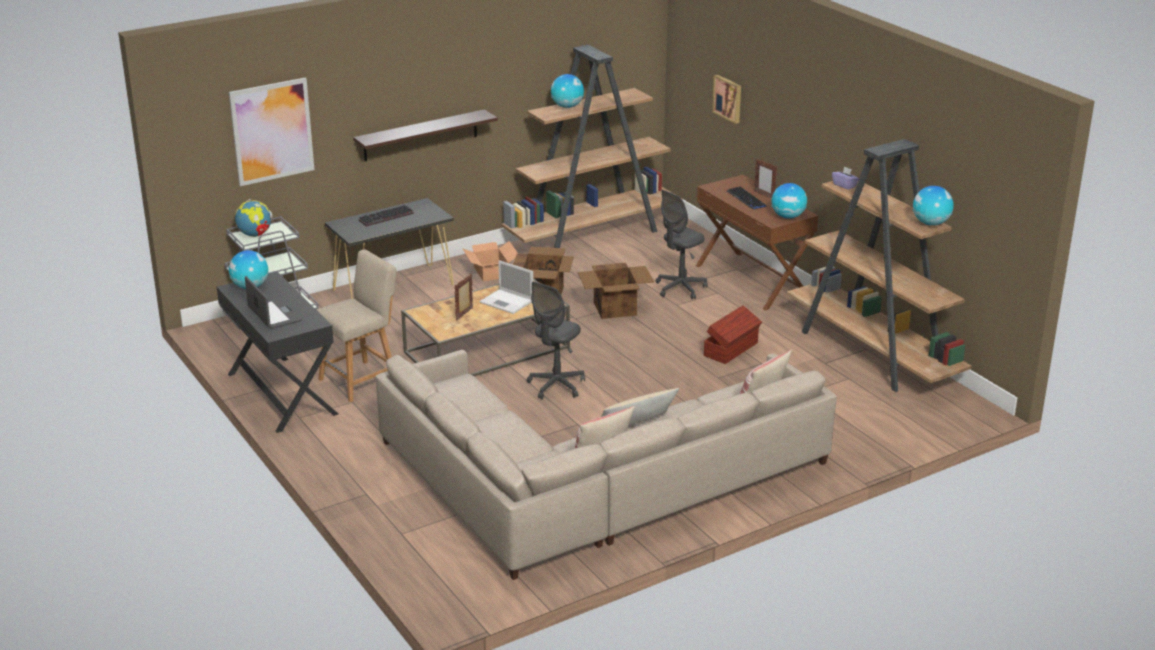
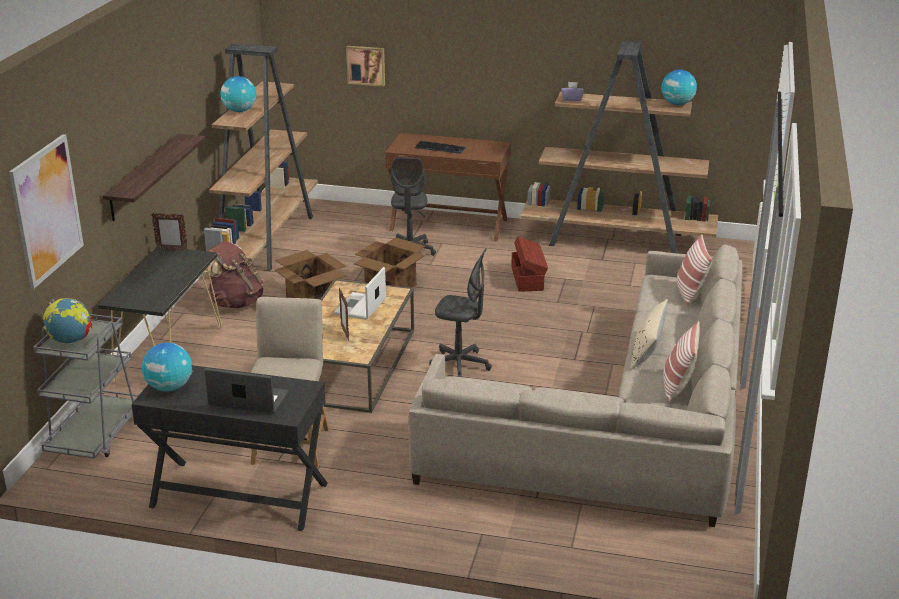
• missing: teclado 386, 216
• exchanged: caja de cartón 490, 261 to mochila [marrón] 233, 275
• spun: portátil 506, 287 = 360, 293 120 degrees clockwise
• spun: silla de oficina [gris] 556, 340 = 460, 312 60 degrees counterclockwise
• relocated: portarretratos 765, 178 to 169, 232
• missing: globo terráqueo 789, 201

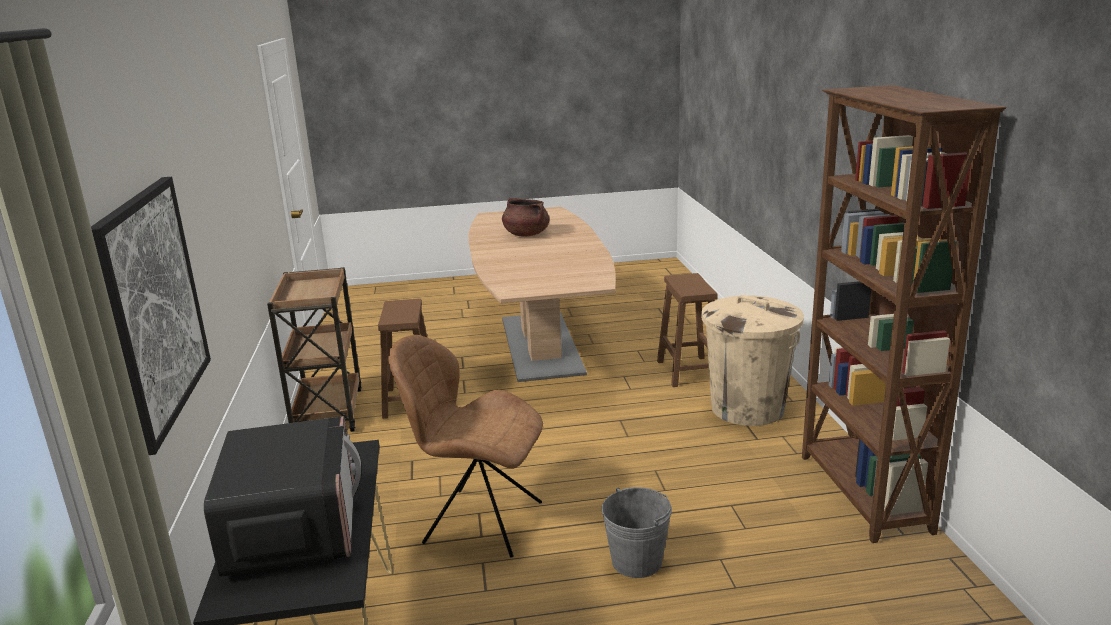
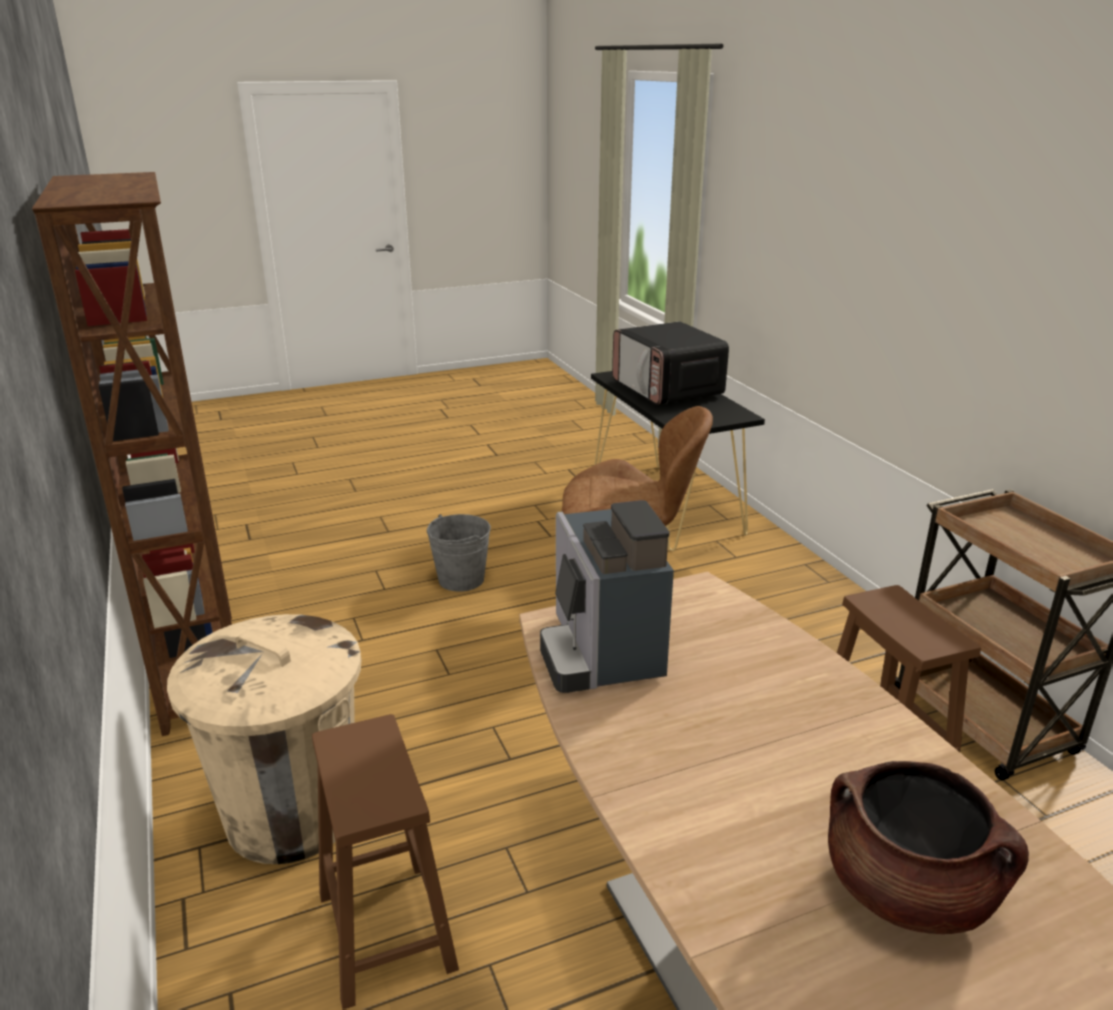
• missing: cuadro 151, 316
• appeared: cafetera 607, 596

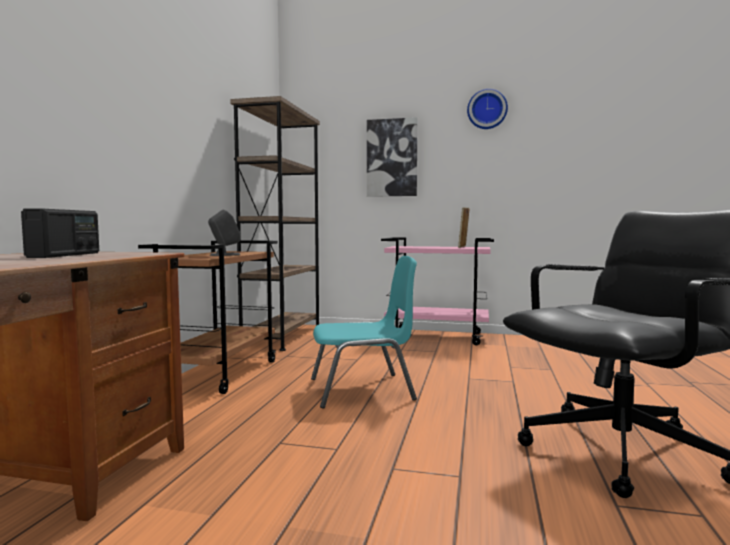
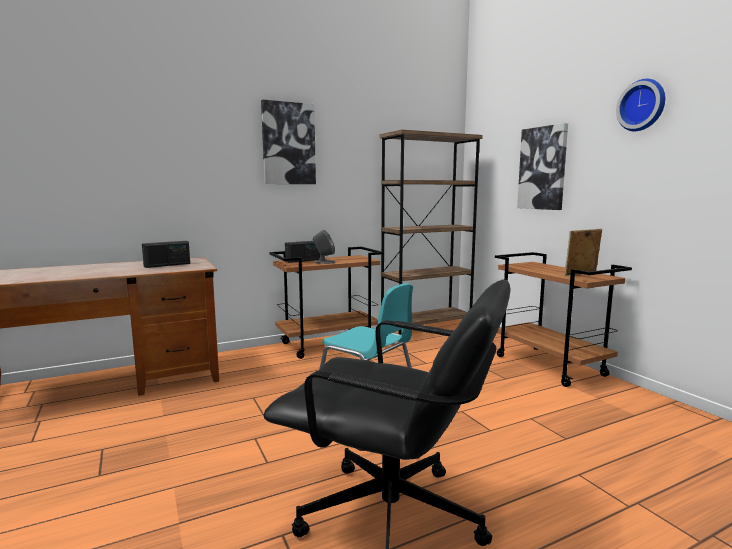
• colour: carrito [rosa] 437, 291 to carrito [marrón] 563, 319
• appeared: cuadro 288, 141
• appeared: radio 302, 252

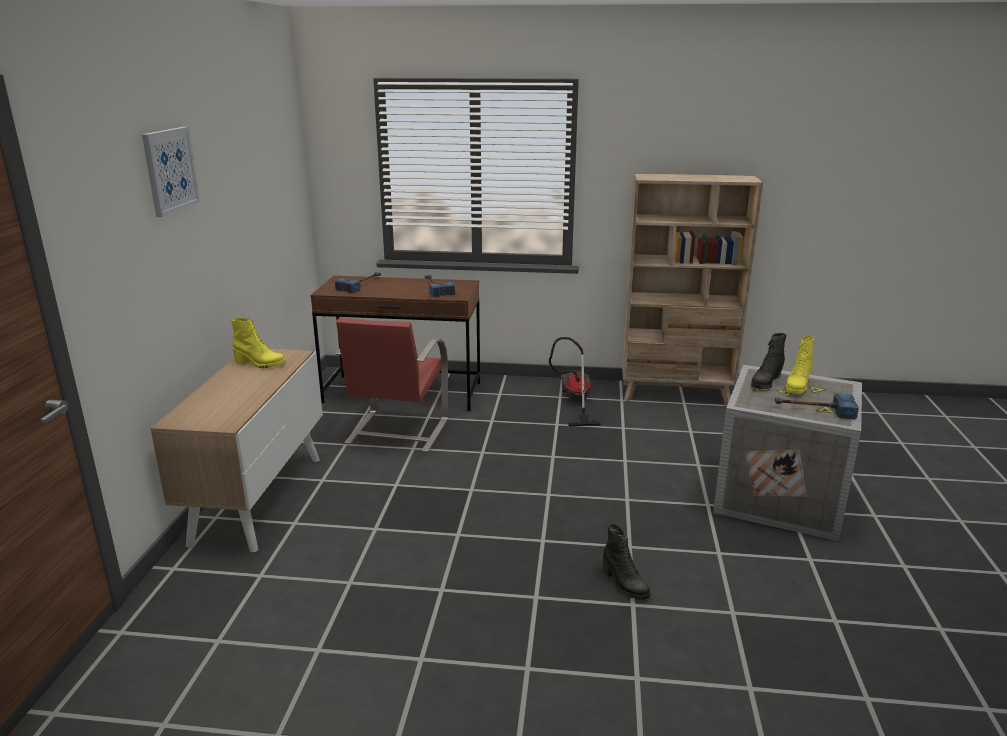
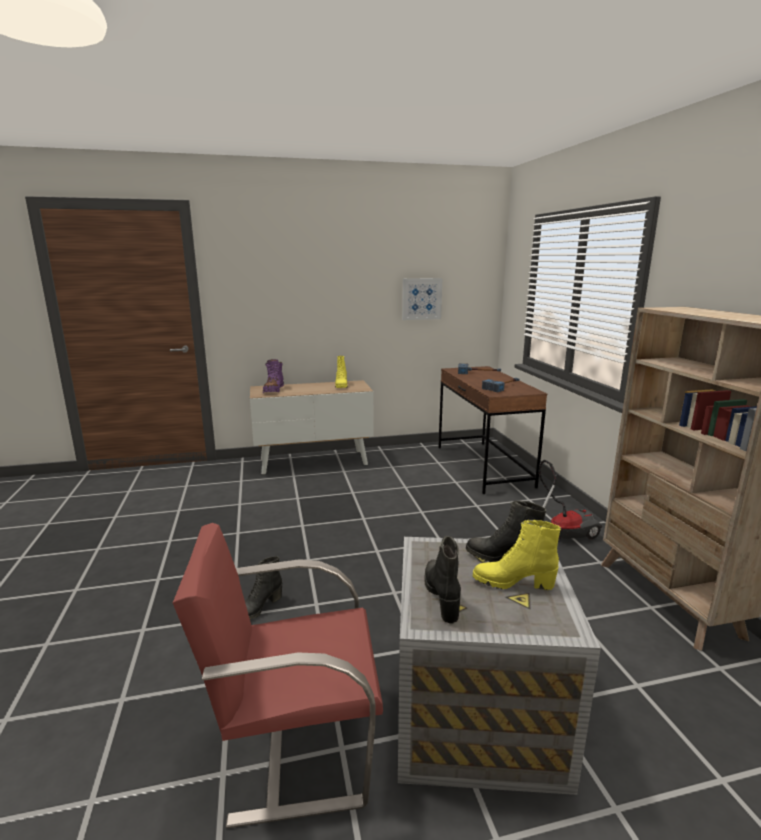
• relocated: cuadro 171, 172 to 422, 299
• relocated: silla [rojo] 391, 384 to 278, 675
• exchanged: martillo 817, 406 to bota [negro] 442, 580
• appeared: bota [morado] 273, 376

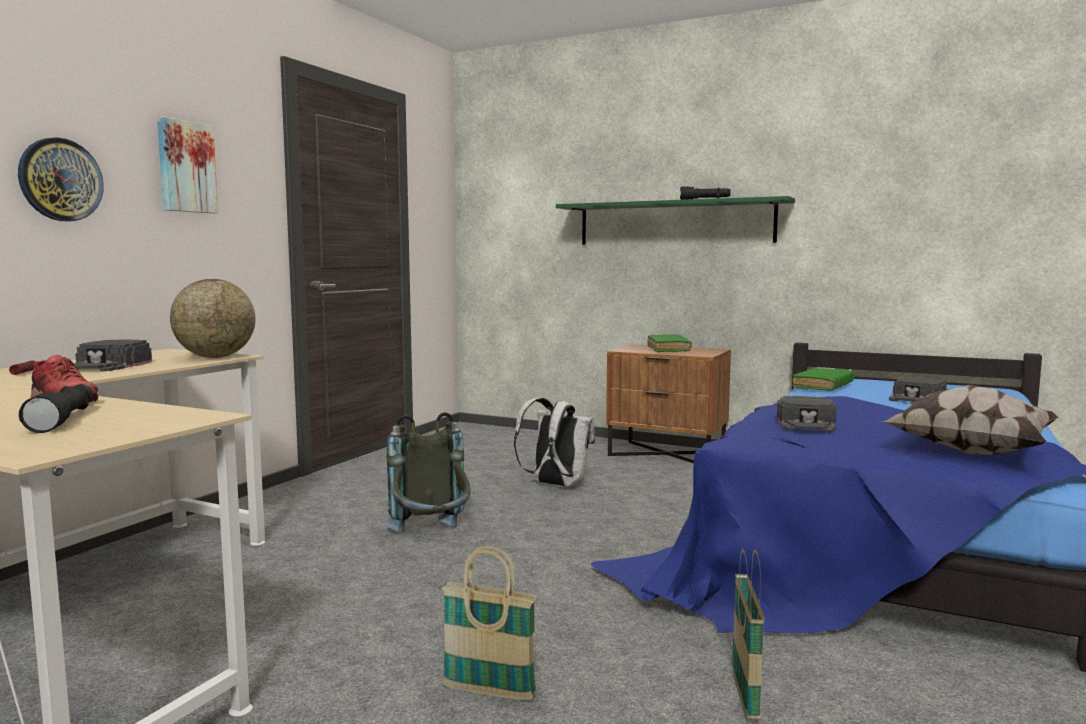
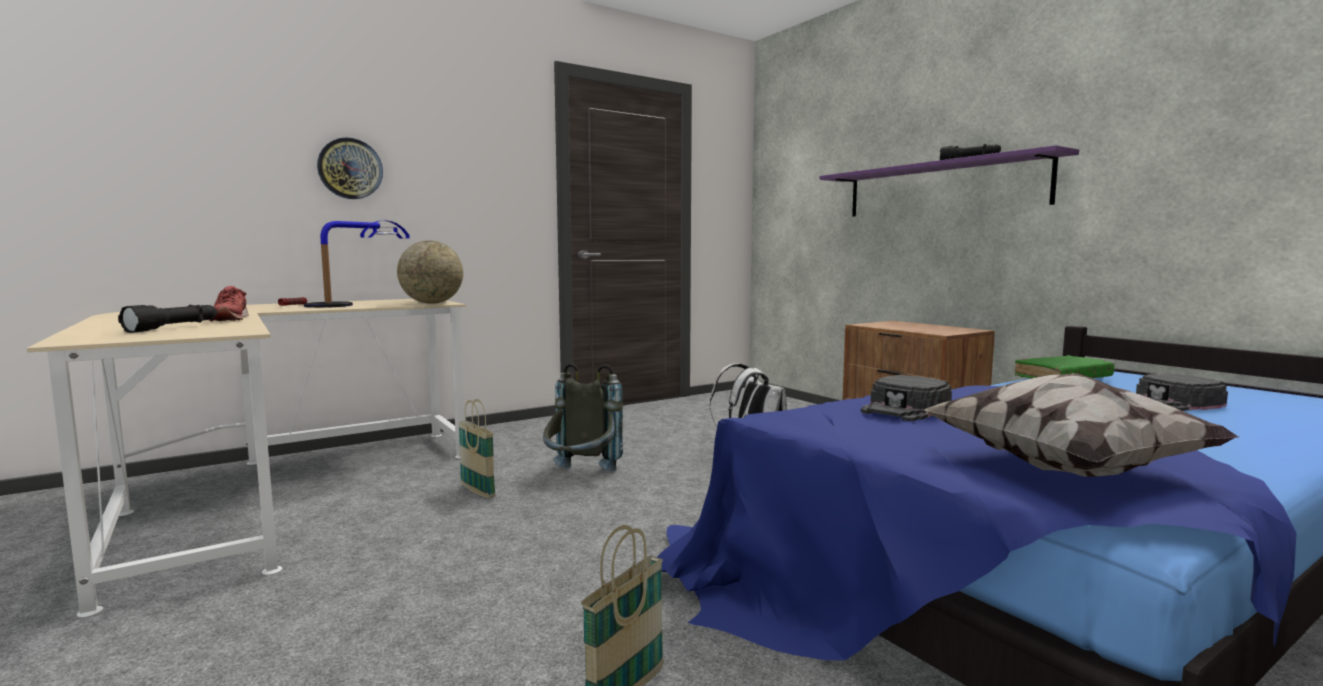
• exchanged: gorra [negro] 113, 355 to lámpara de mesa 357, 264
• missing: cuadro 187, 165
• relocated: cesta 489, 623 to 477, 449
• colour: estante [verde] 675, 220 to estante [morado] 949, 181
• missing: libro [verde] 669, 343

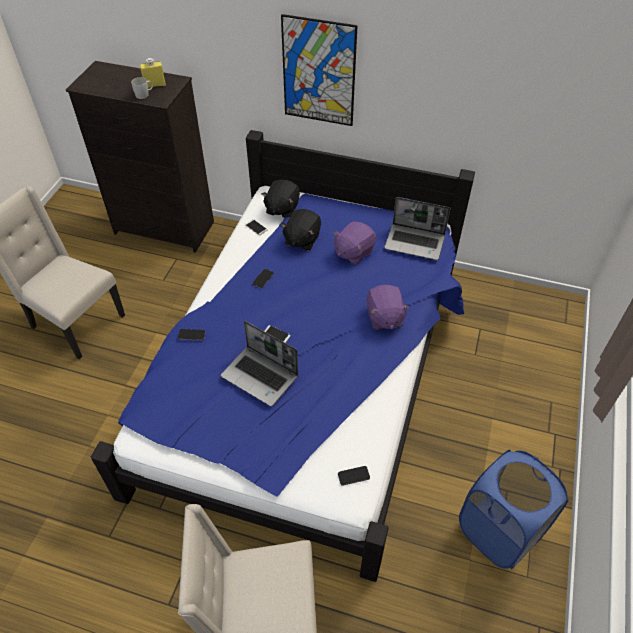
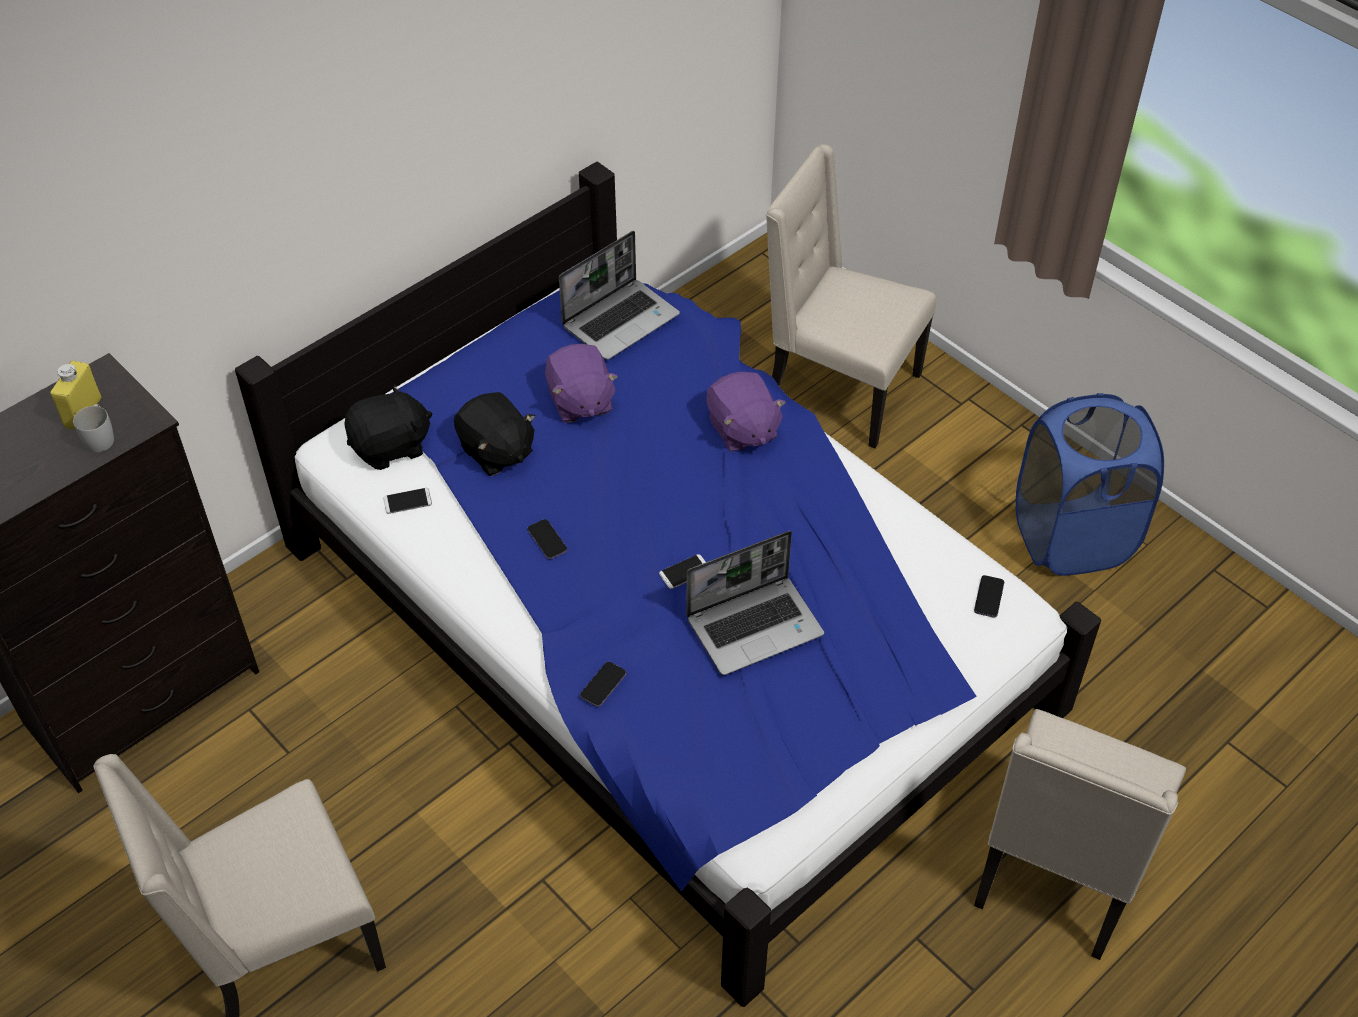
• spun: peluche [negro] 281, 198 = 388, 427 75 degrees counterclockwise
• missing: cuadro 319, 70
• spun: peluche [morado] 388, 307 = 746, 412 45 degrees clockwise
• appeared: silla [beis] 851, 296

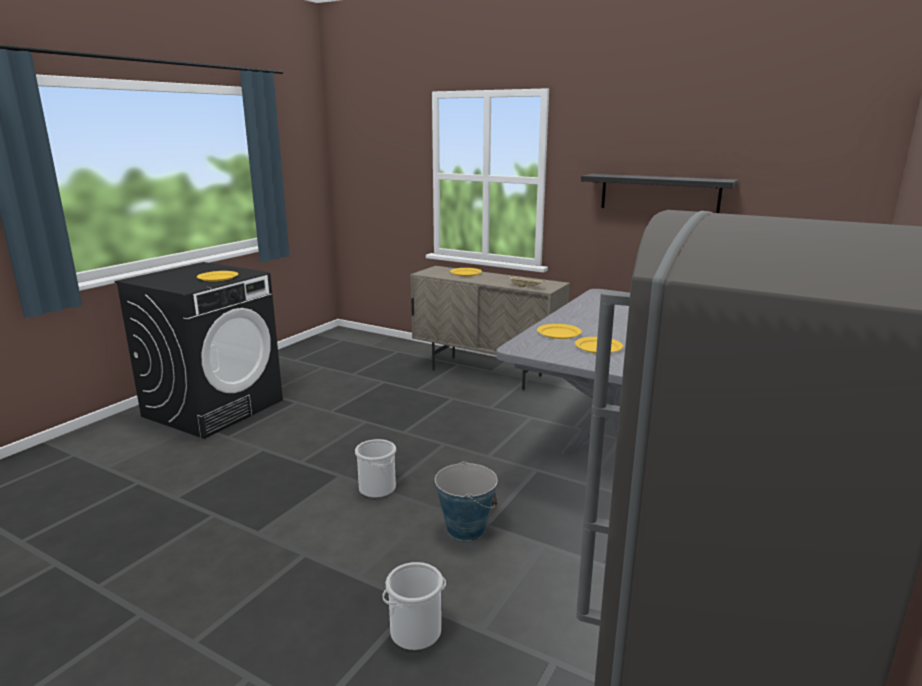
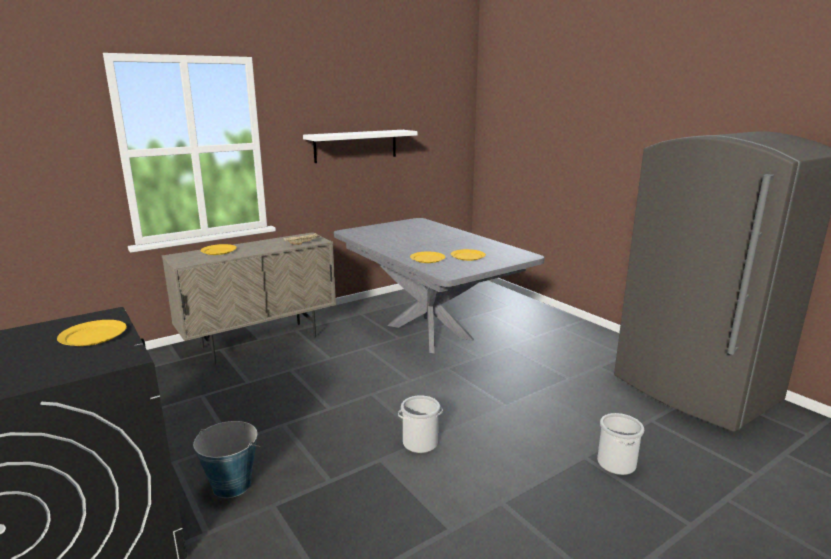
• relocated: cubo 466, 501 to 226, 459
• colour: estante [negro] 659, 193 to estante [blanco] 360, 146

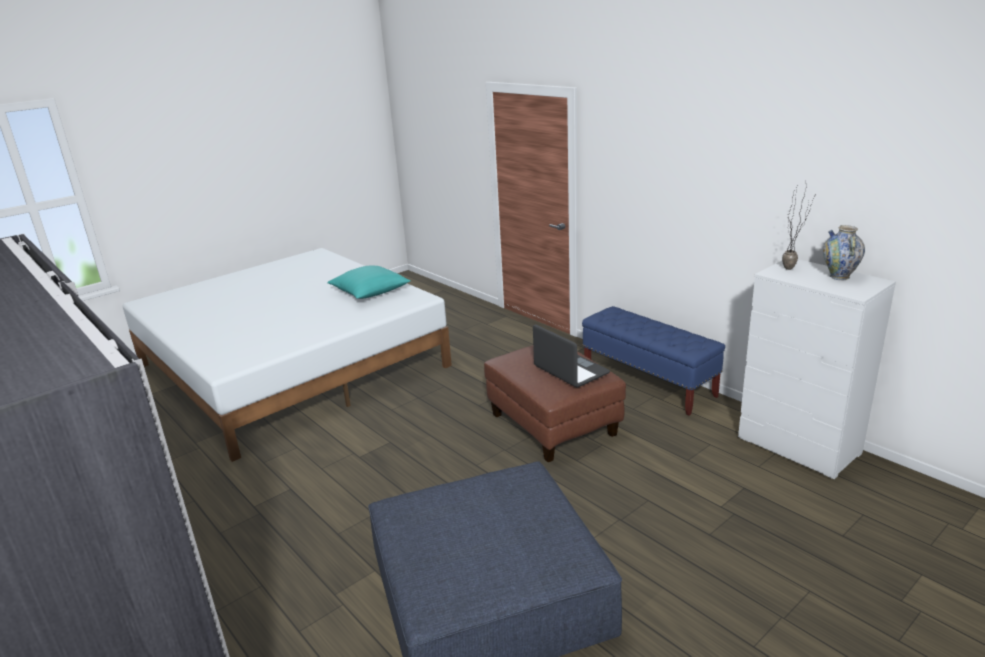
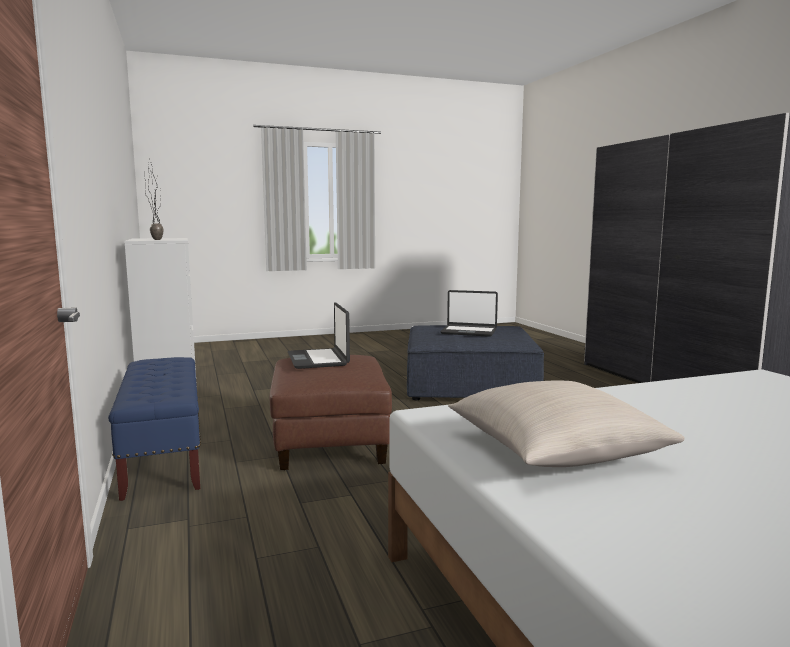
• colour: cojín [turquesa] 369, 282 to cojín [beis] 566, 424
• missing: florero 844, 252
• appeared: portátil 469, 313

